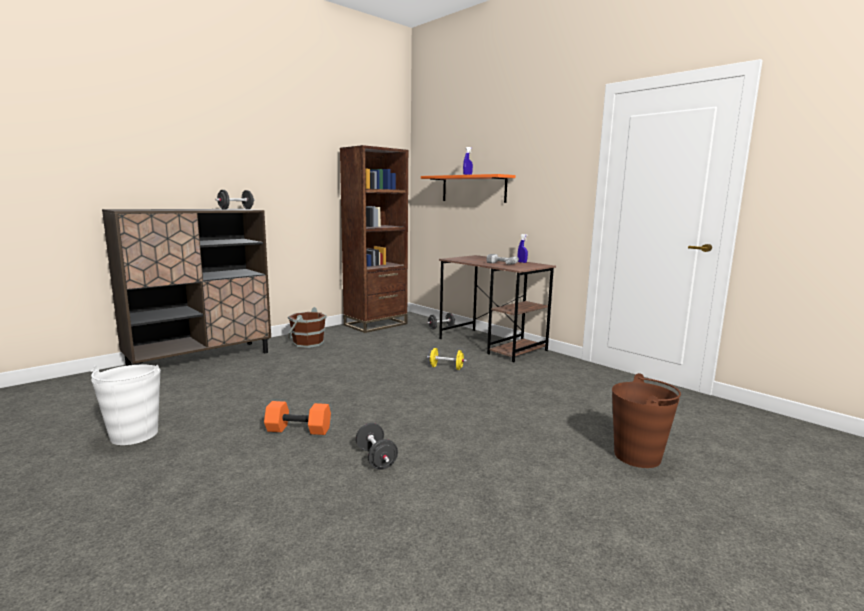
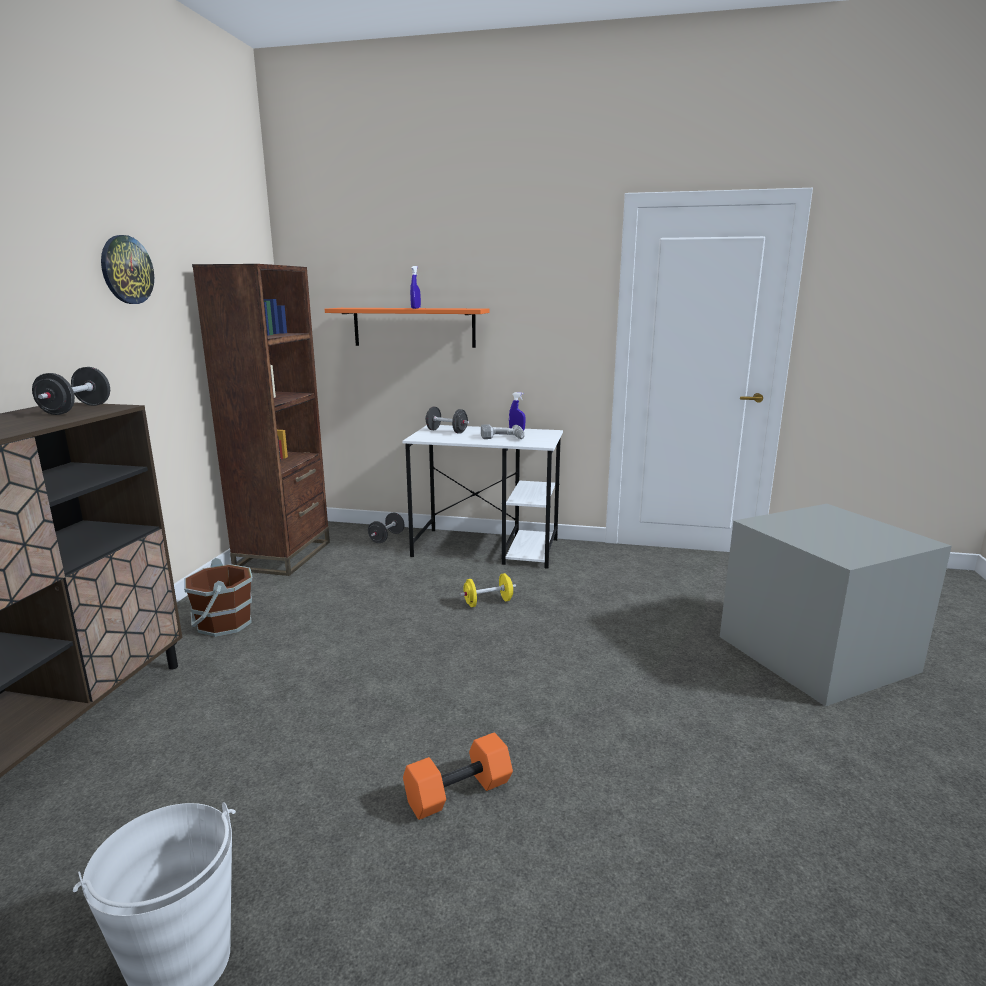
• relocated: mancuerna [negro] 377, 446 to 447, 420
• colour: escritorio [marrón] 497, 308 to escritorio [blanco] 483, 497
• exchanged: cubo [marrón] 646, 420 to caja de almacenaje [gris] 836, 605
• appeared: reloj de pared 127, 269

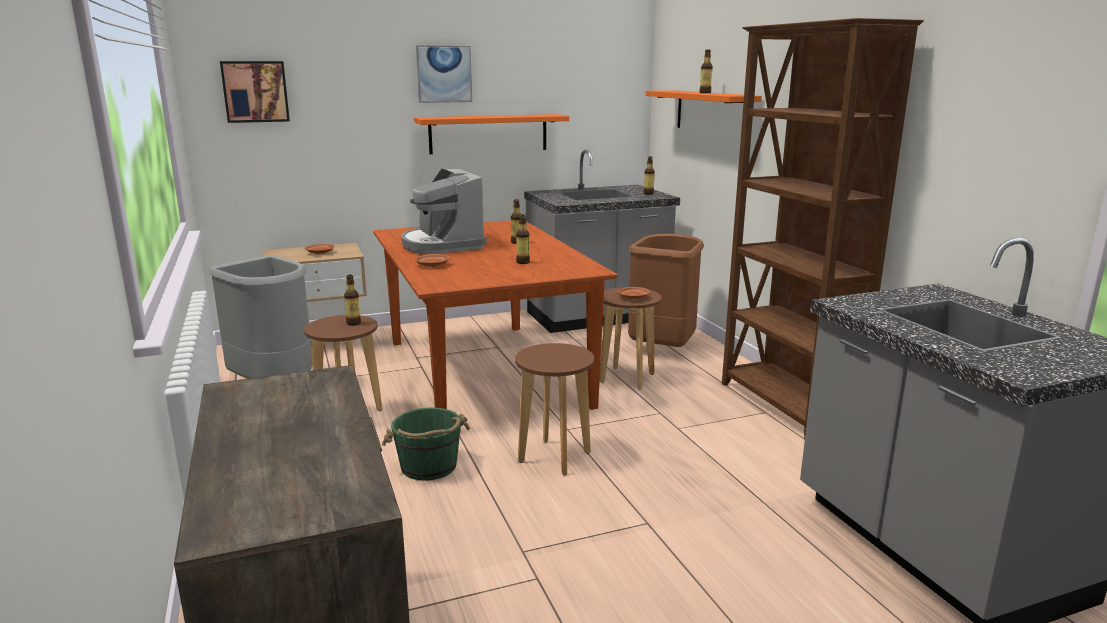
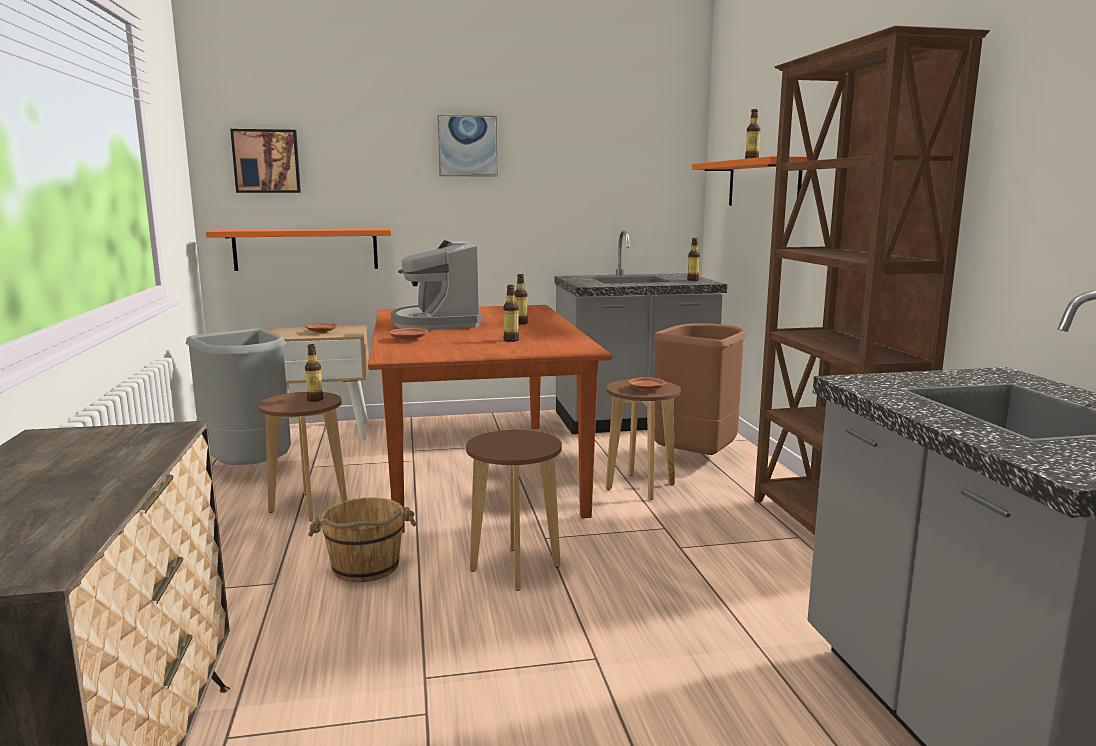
• colour: cubo [verde] 426, 444 to cubo [marrón] 362, 539
• relocated: estante [naranja] 491, 134 to 299, 249

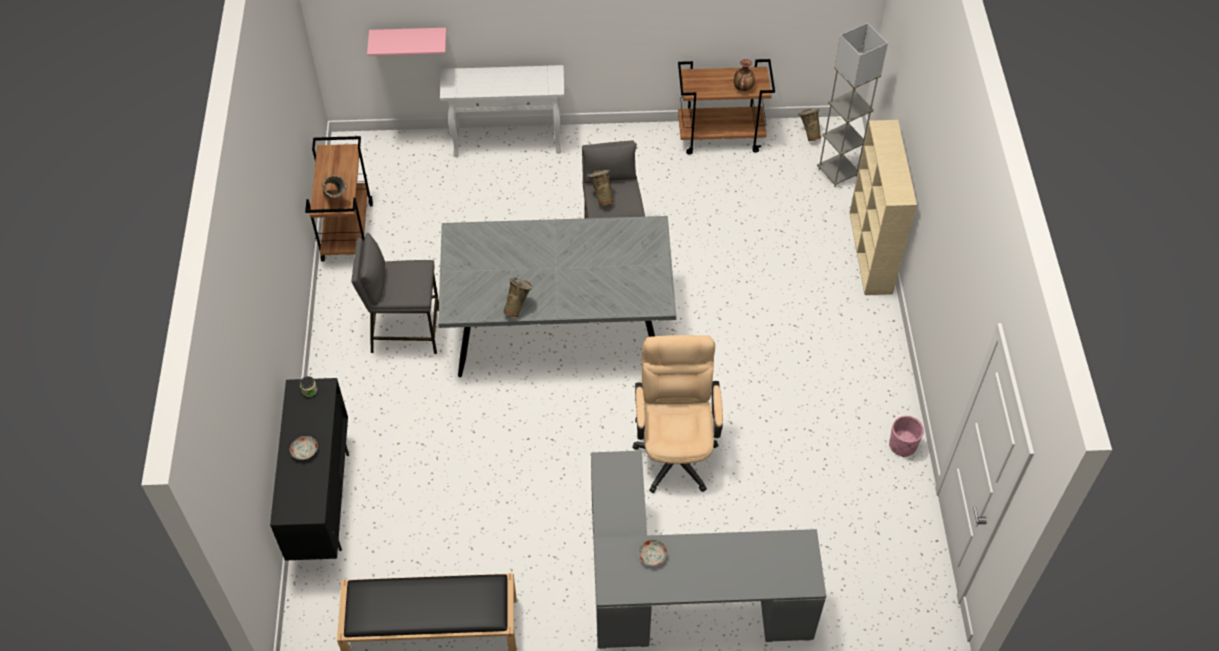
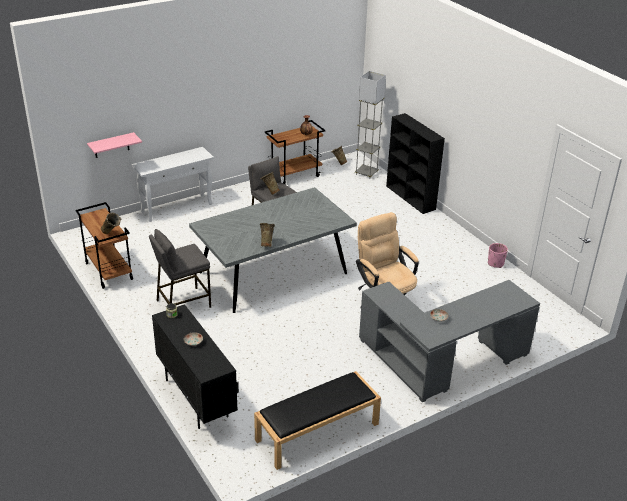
• colour: estantería [beis] 883, 207 to estantería [negro] 415, 163

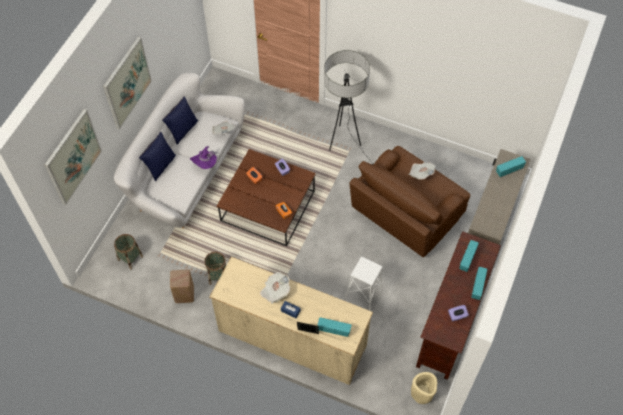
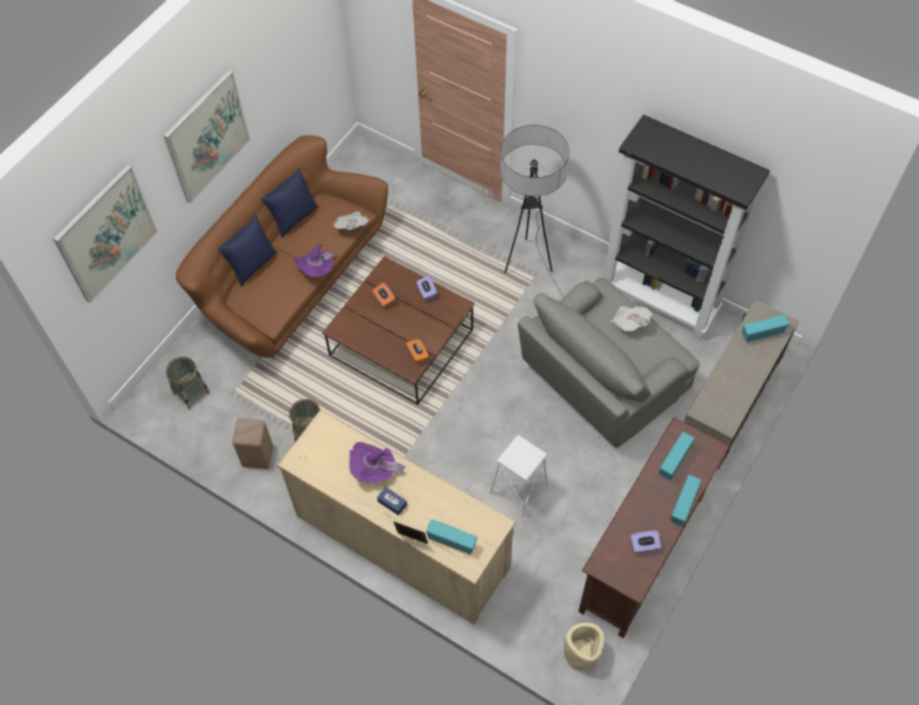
• colour: sofá [blanco] 179, 151 to sofá [marrón] 282, 247
• exchanged: periódico 275, 288 to sombrero [morado] 377, 462
• colour: sillón [marrón] 410, 201 to sillón [gris] 609, 362
• appeared: estantería [negro] 686, 227

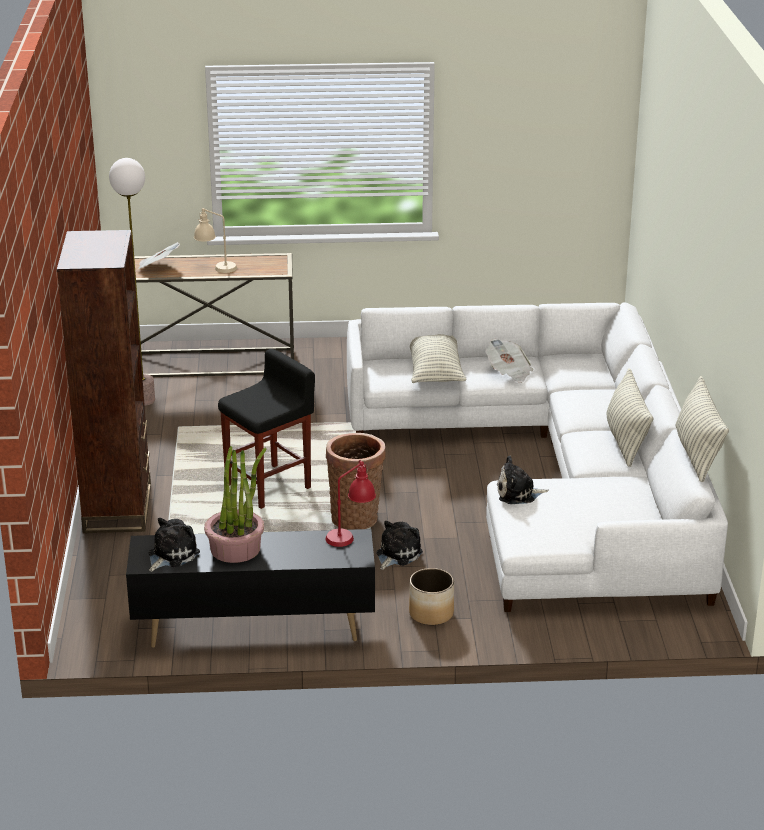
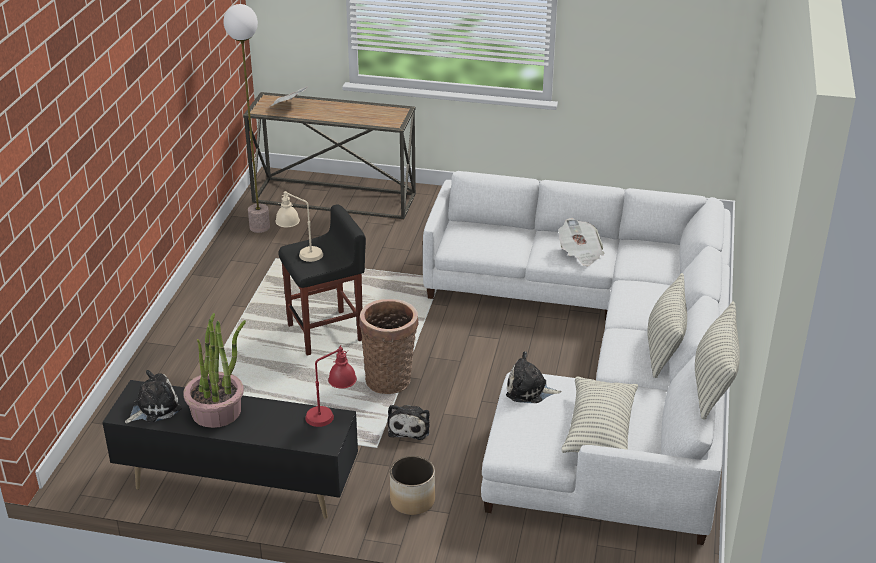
• missing: estantería [marrón] 104, 381
• relocated: lámpara de mesa [beis] 215, 240 to 299, 226
• spun: peluche 399, 545 = 408, 422 135 degrees clockwise
• relocated: cojín 438, 358 to 600, 415

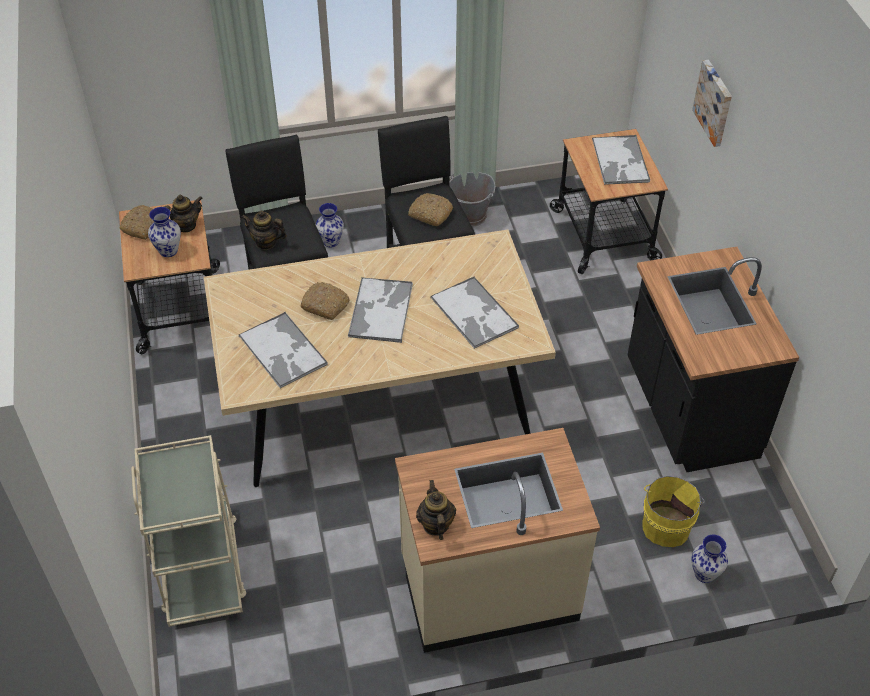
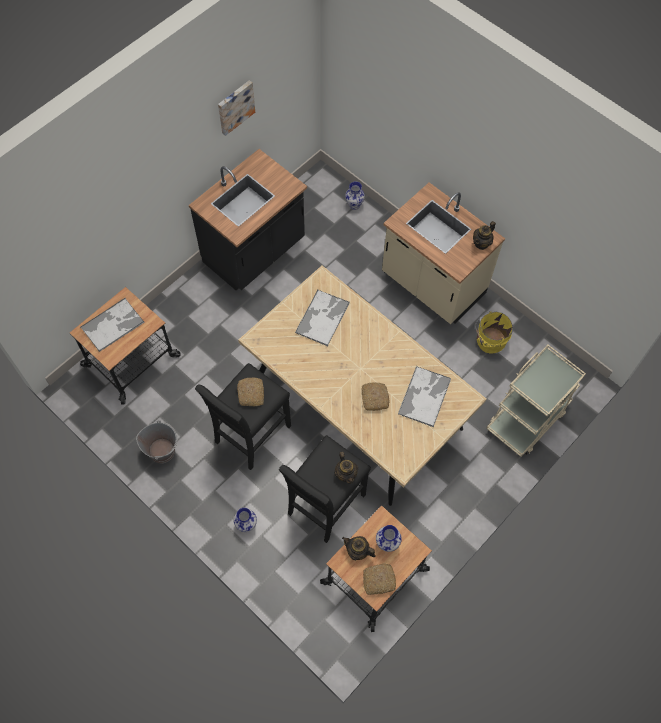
• missing: bandeja 380, 310
• relocated: cubo [amarillo] 674, 511 to 494, 332
• relocated: cuadro 712, 103 to 236, 108

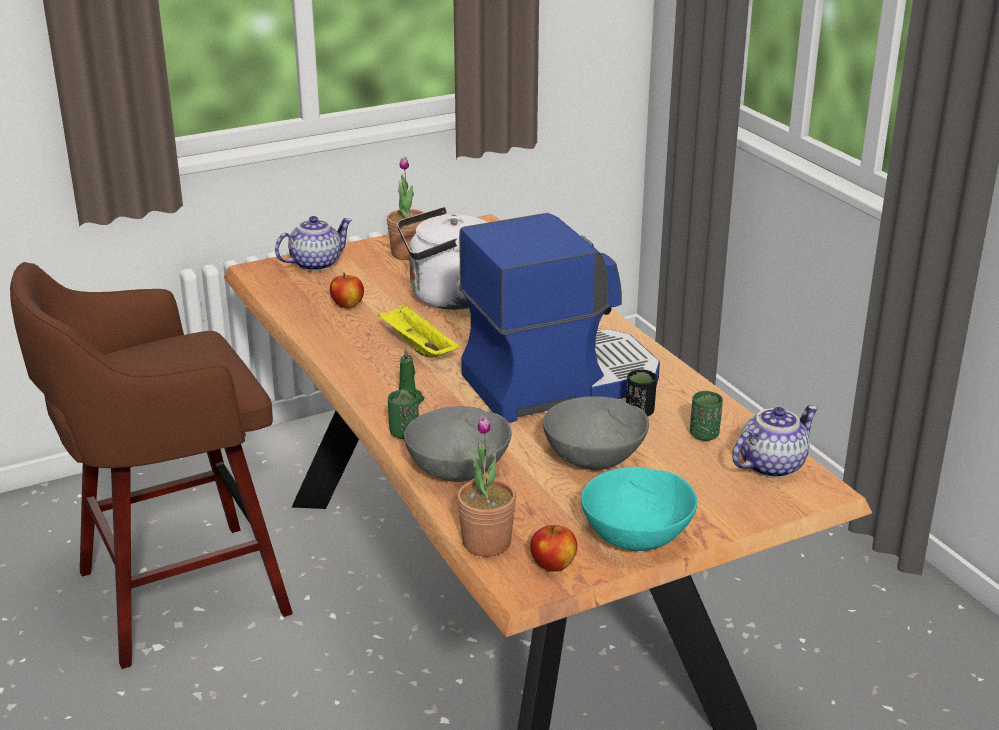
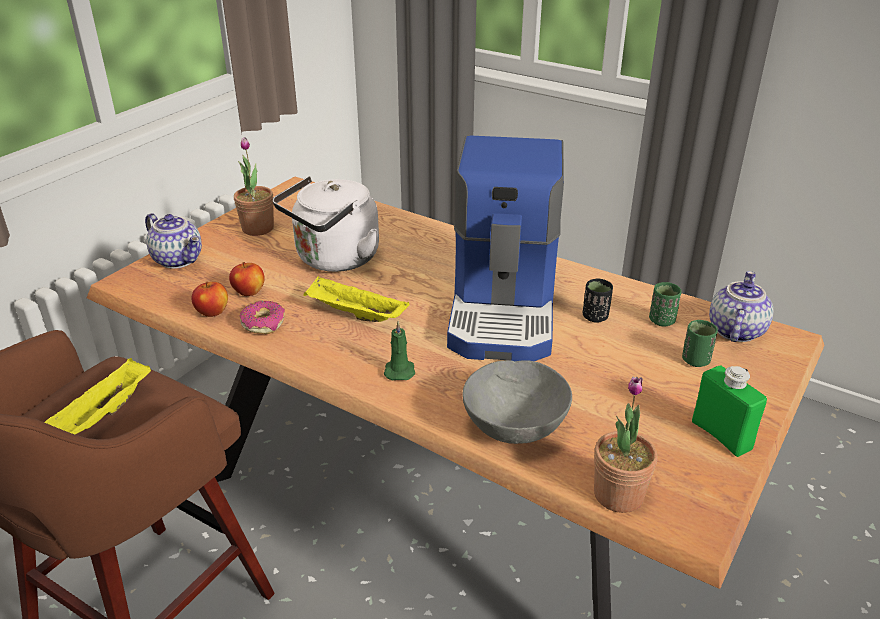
• spun: tetera 313, 243 = 173, 241 105 degrees clockwise
• relocated: taza [verde] 403, 414 to 700, 343
• spun: cafetera 559, 318 = 505, 248 150 degrees clockwise
• relocated: manzana 553, 548 to 209, 299
• missing: cuenco [gris] 596, 433
• exchanged: cuenco [turquesa] 639, 509 to botella [verde] 729, 411
• appeared: bandeja [amarillo] 97, 396
• appeared: rosquilla 262, 317

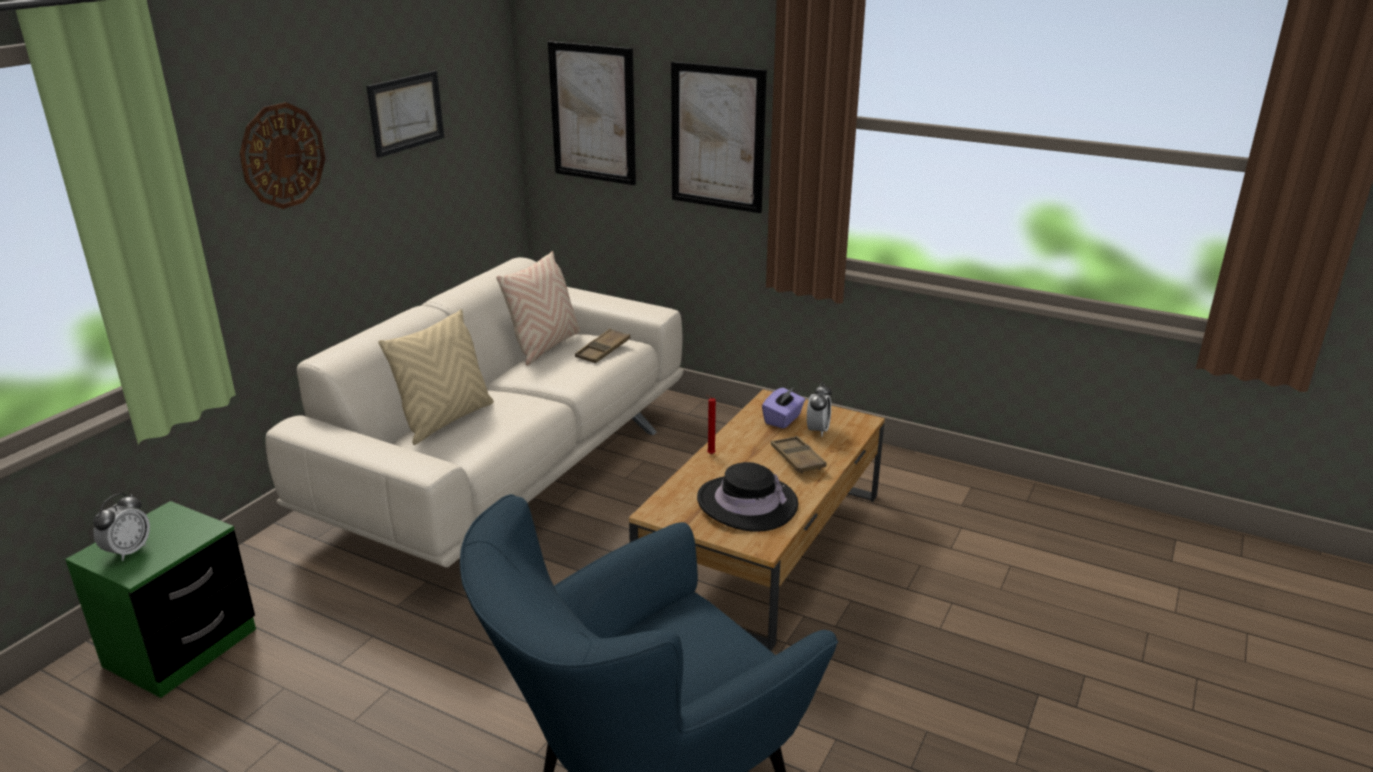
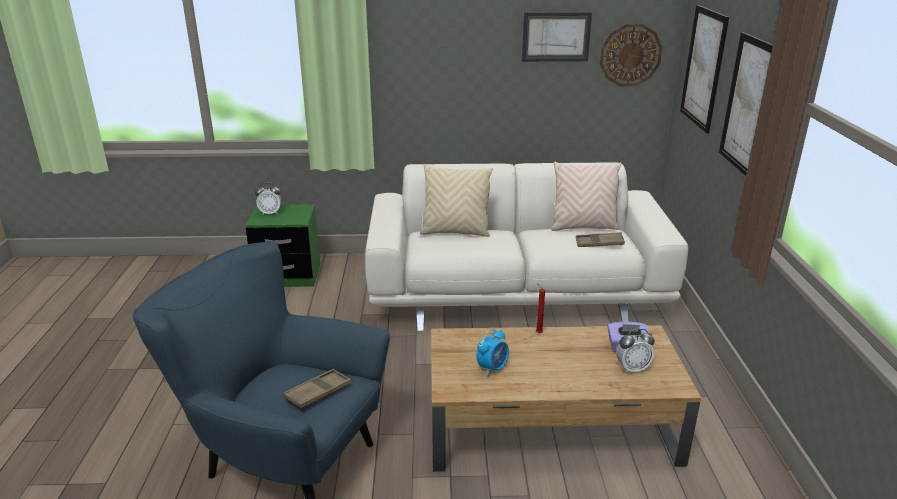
• relocated: reloj de pared 282, 155 to 631, 55
• exchanged: sombrero [negro] 747, 497 to despertador 492, 353
• relocated: bandeja [marrón] 798, 454 to 317, 388

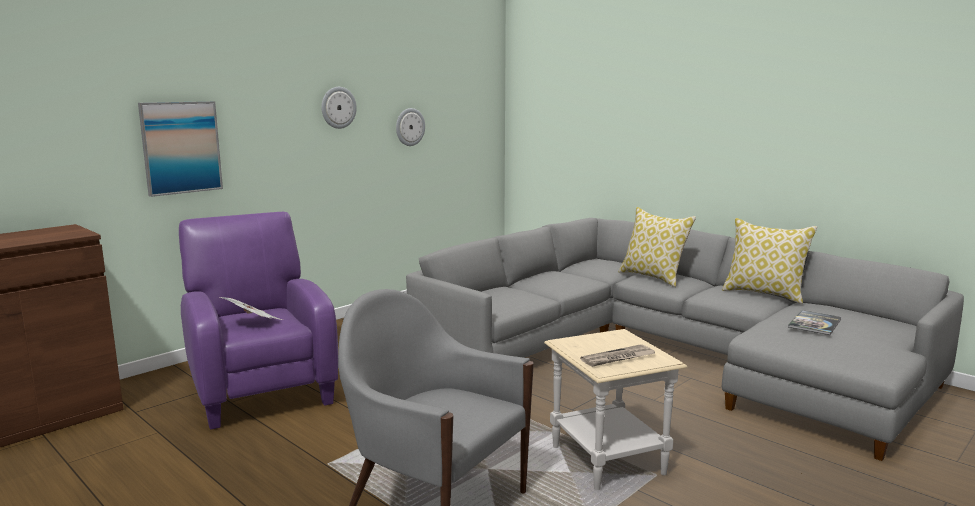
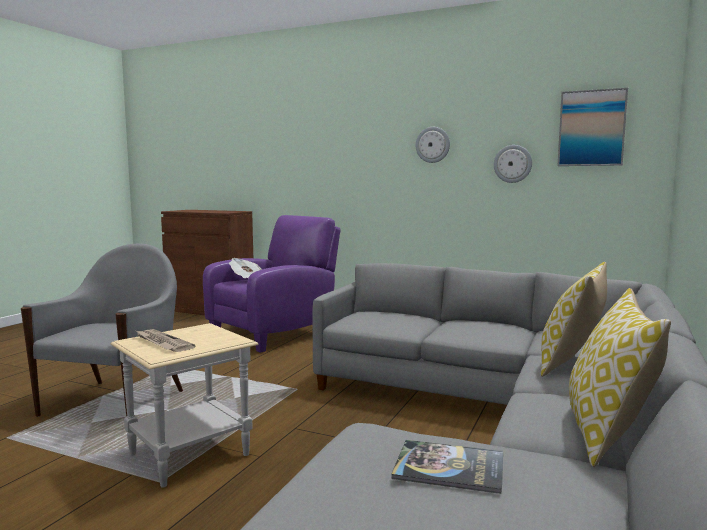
• relocated: cuadro 180, 149 to 593, 127

